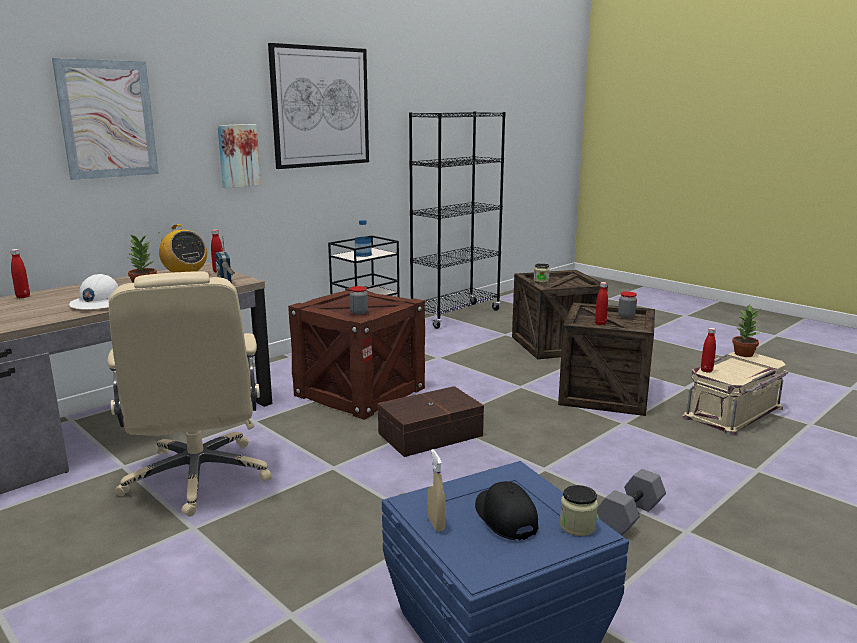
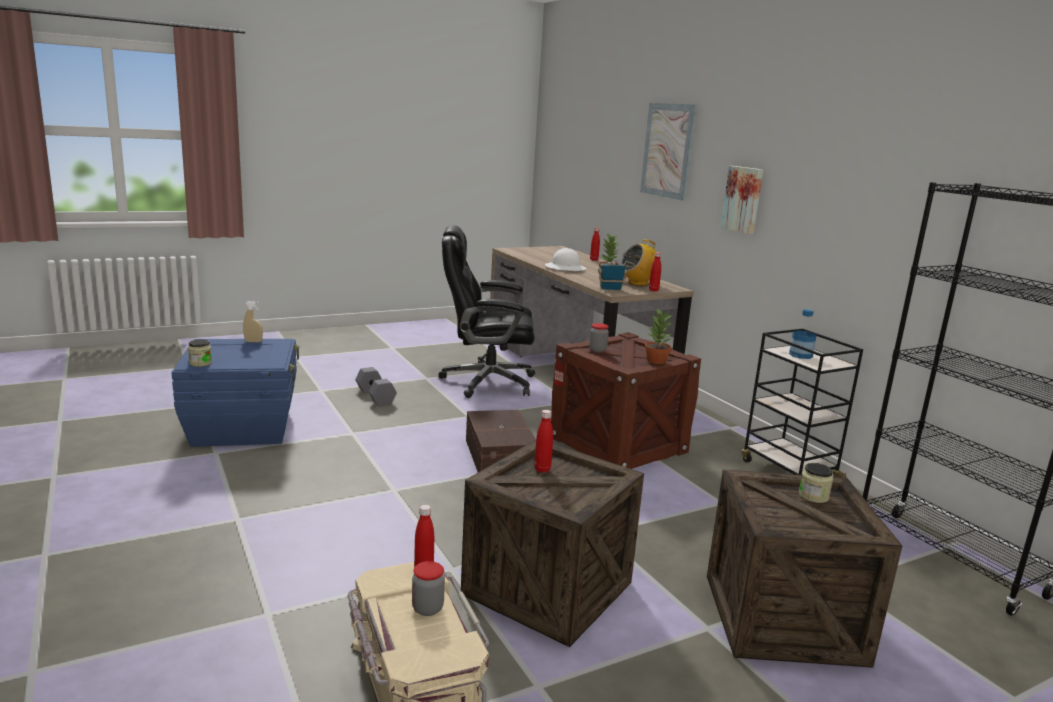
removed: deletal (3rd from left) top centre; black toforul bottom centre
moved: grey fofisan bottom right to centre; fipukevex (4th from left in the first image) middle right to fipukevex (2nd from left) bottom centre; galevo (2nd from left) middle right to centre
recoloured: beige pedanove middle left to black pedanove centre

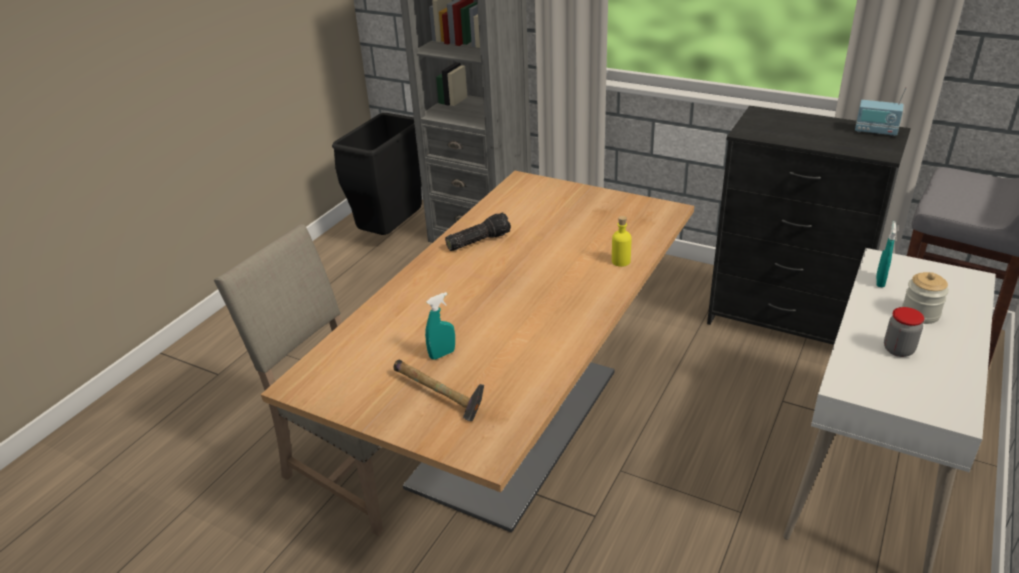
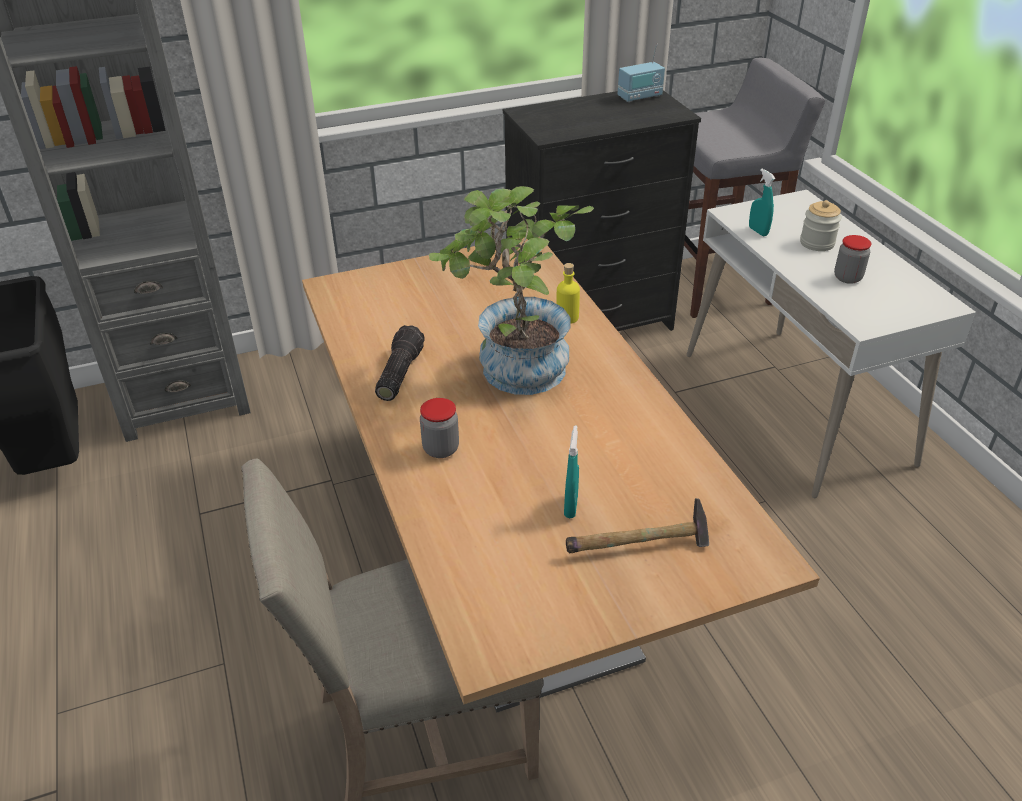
added: fipukevex (1st from left) centre; galevo centre

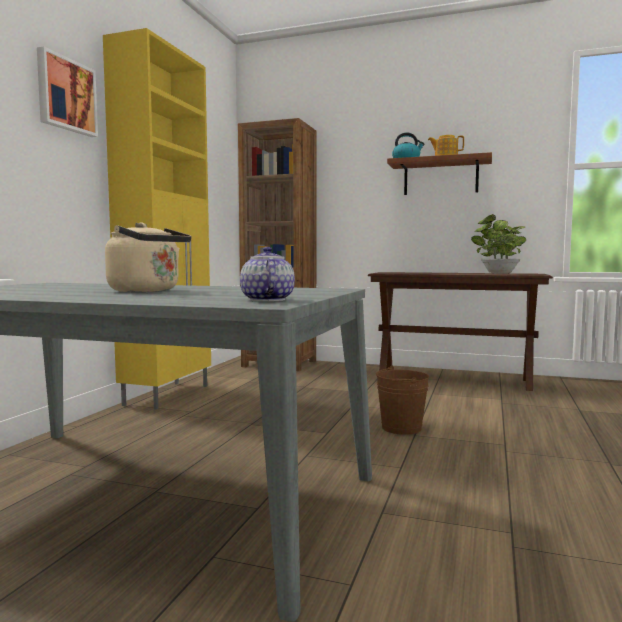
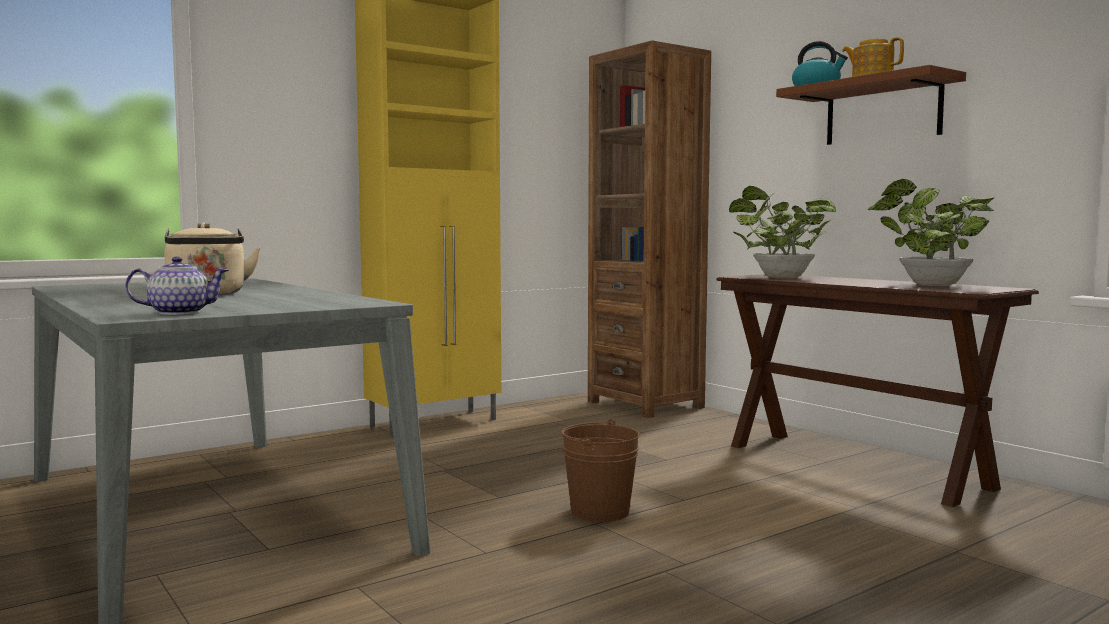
removed: deletal top left
added: galevo (1st from left) middle right
turned: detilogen (1st from left) centre = middle left 45 degrees clockwise

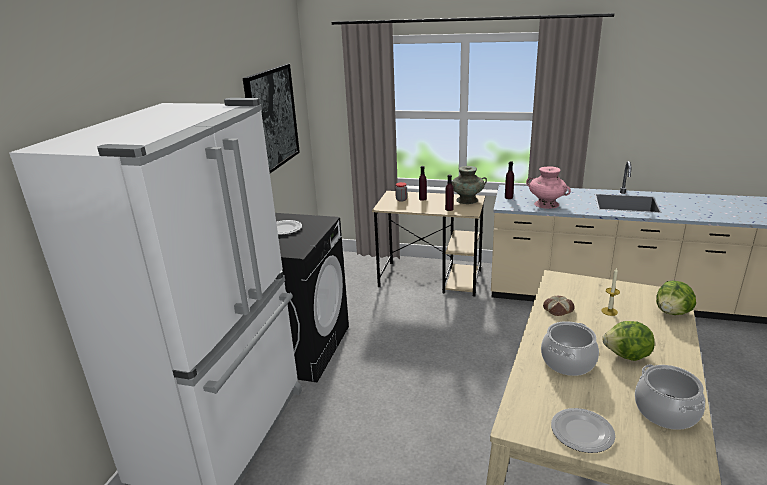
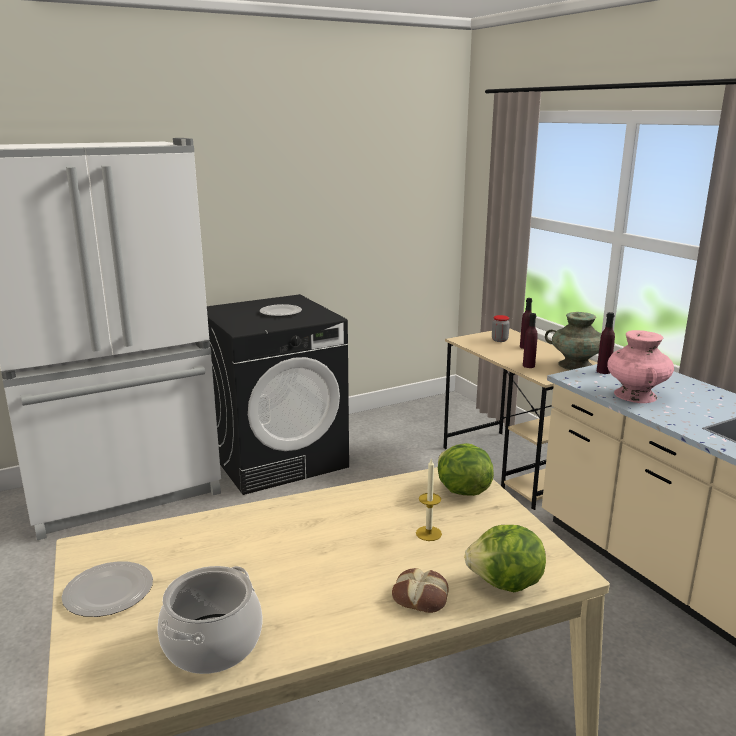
removed: deletal top centre; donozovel (1st from left) bottom right
moved: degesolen middle right to bottom centre; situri (1st from left) bottom right to centre

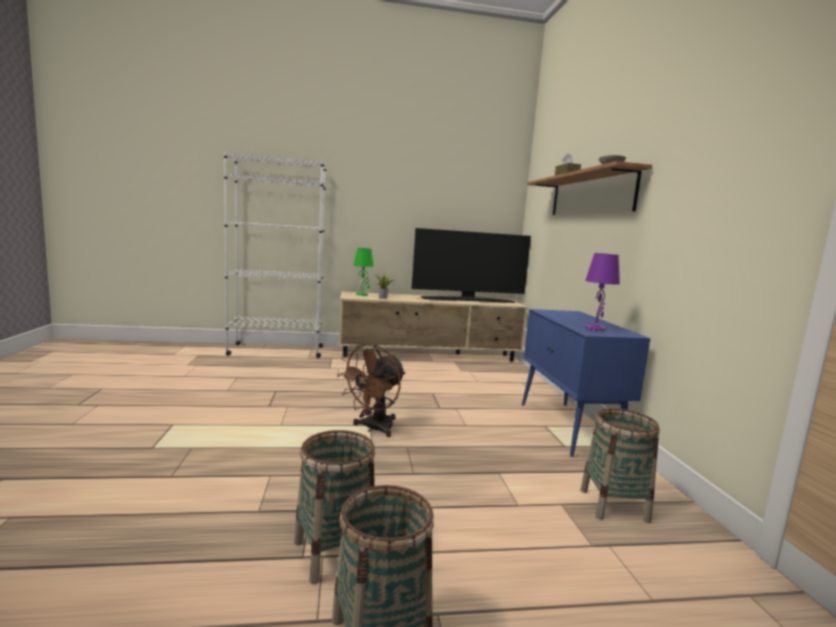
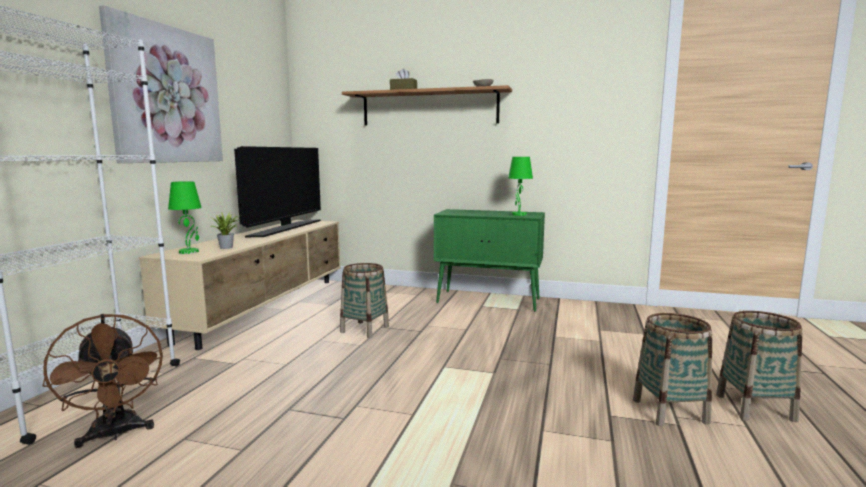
added: deletal top left
moved: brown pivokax centre to bottom left; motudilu (3rd from left in the first image) bottom right to motudilu (1st from left) centre
recoloured: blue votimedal middle right to green votimedal centre; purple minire middle right to green minire (2nd from left) centre

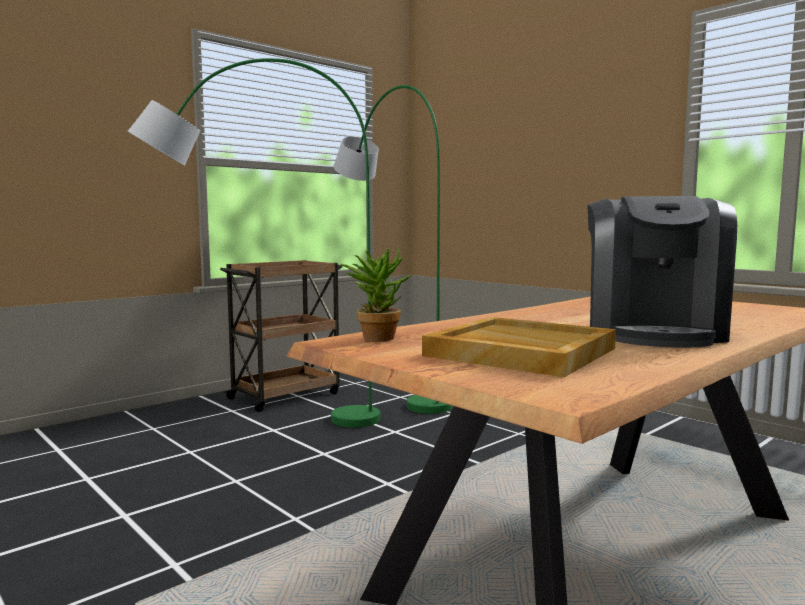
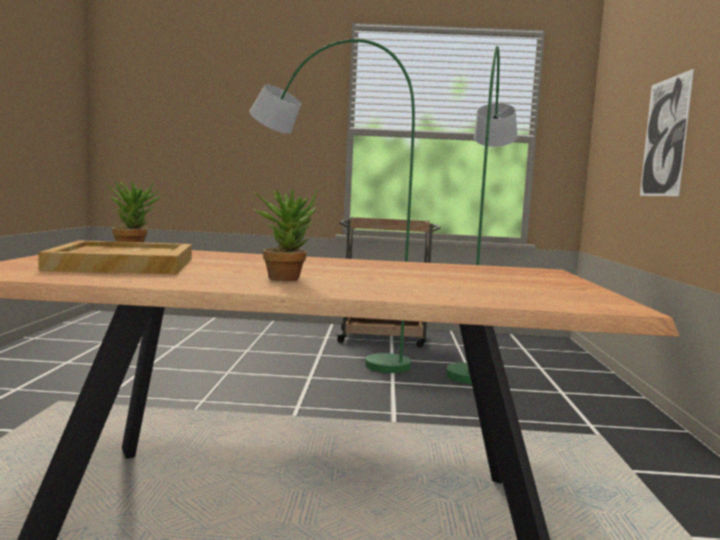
added: deletal top right
replaced: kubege middle right to galevo (2nd from left) centre

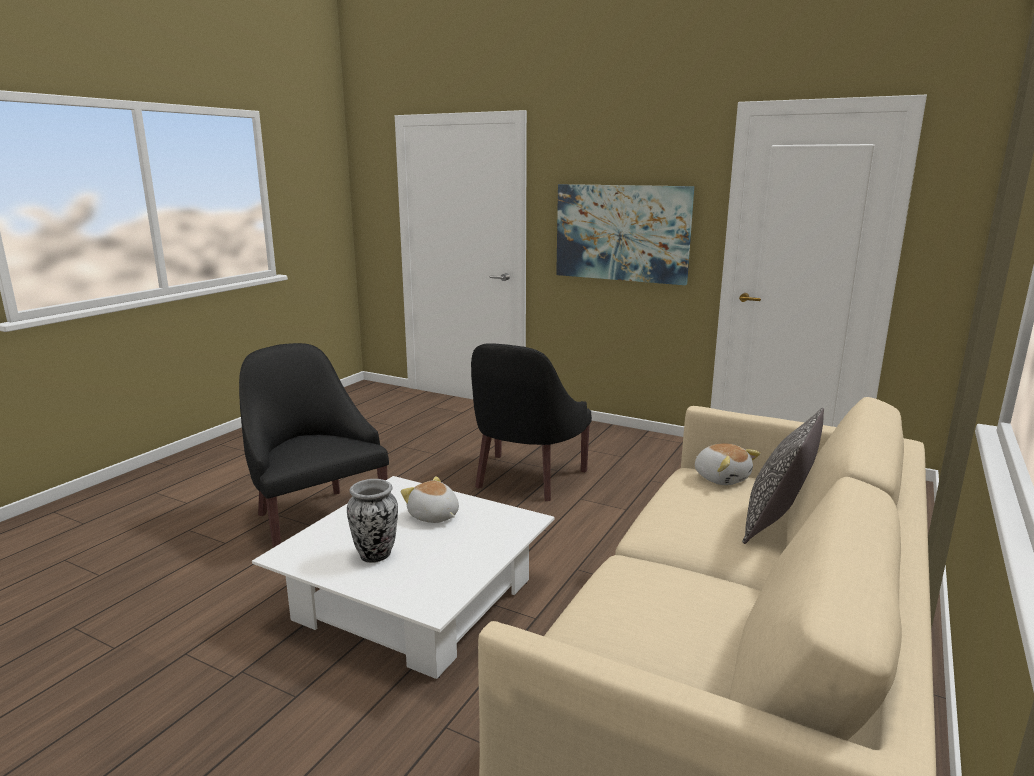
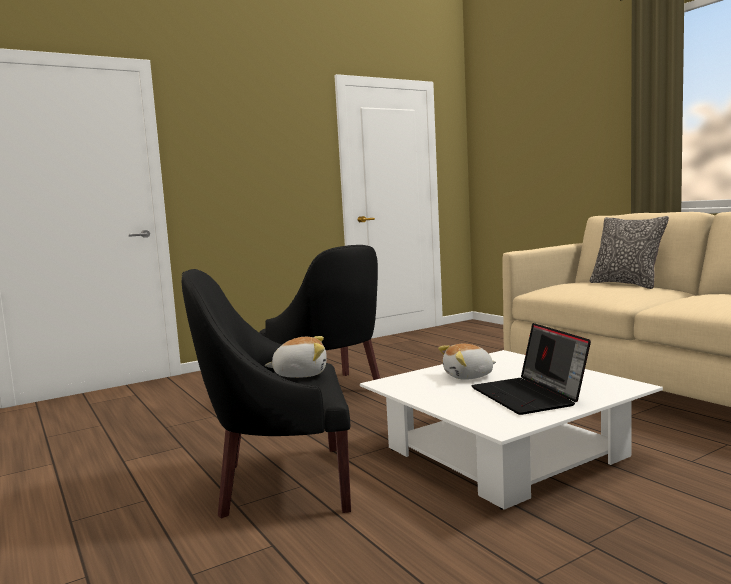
removed: deletal top centre
moved: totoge (2nd from left in the first image) middle right to totoge (1st from left) centre
replaced: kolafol bottom centre to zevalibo middle right

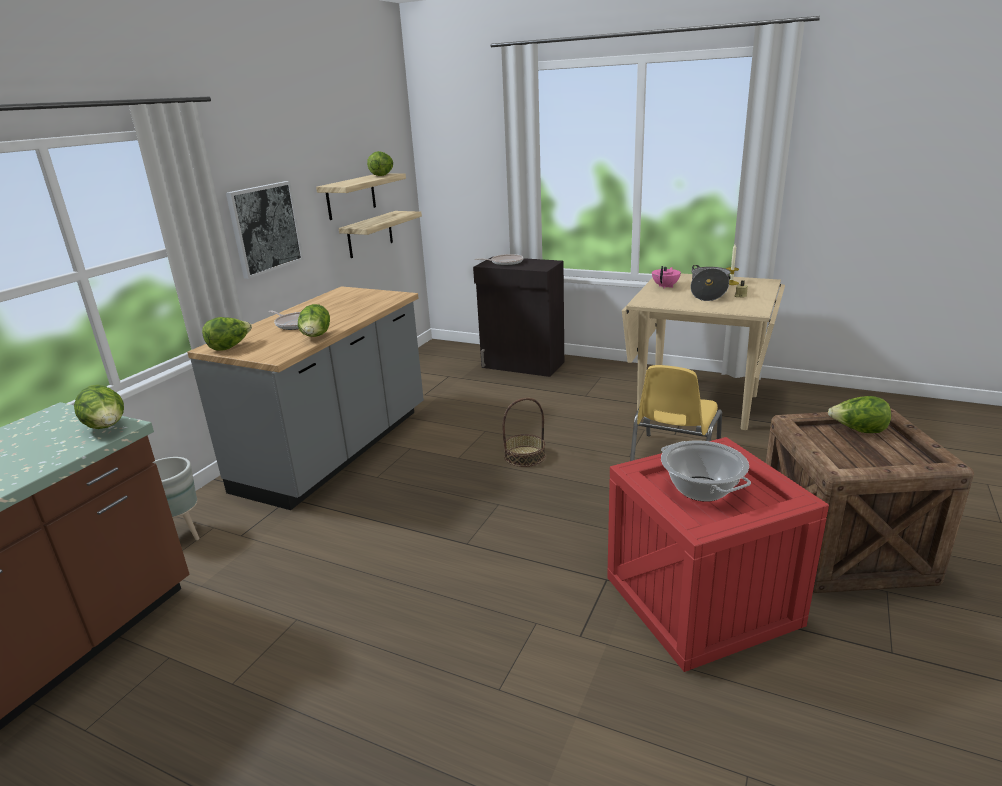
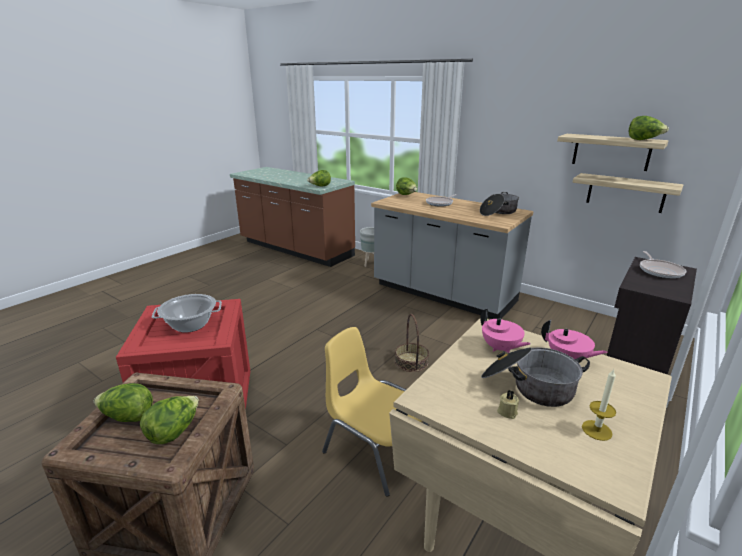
removed: deletal top left
added: donozovel (2nd from left) middle right; pink detilogen (1st from left) middle right
moved: situri (3rd from left in the first image) middle left to situri (1st from left) bottom left

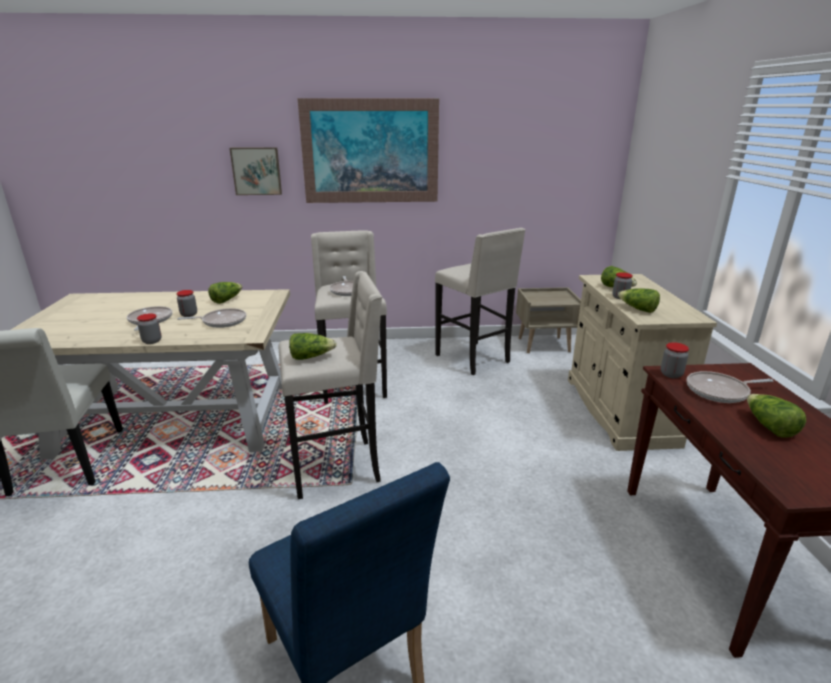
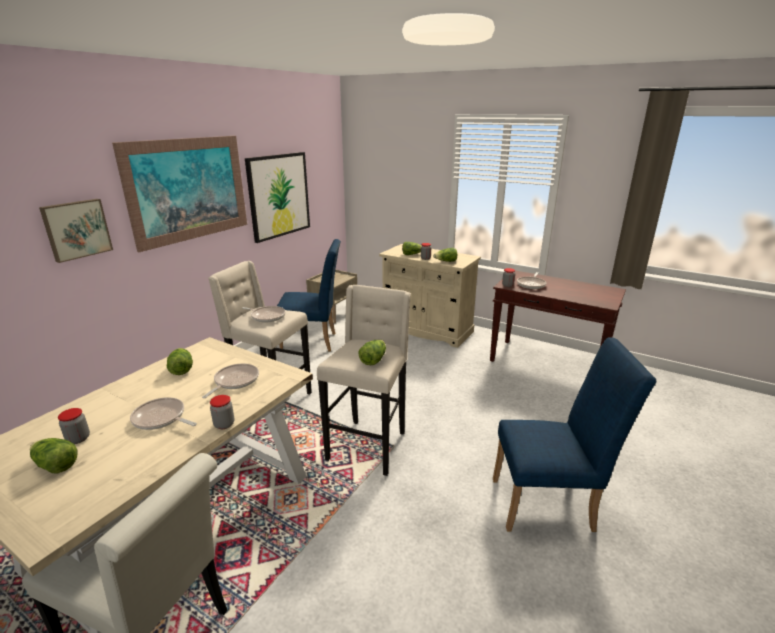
added: deletal (3rd from left) top centre
moved: fipukevex (2nd from left in the first image) middle left to fipukevex (1st from left) bottom left; situri (5th from left in the first image) middle right to situri (1st from left) bottom left
replaced: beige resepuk (3rd from left) centre to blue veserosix (1st from left) centre

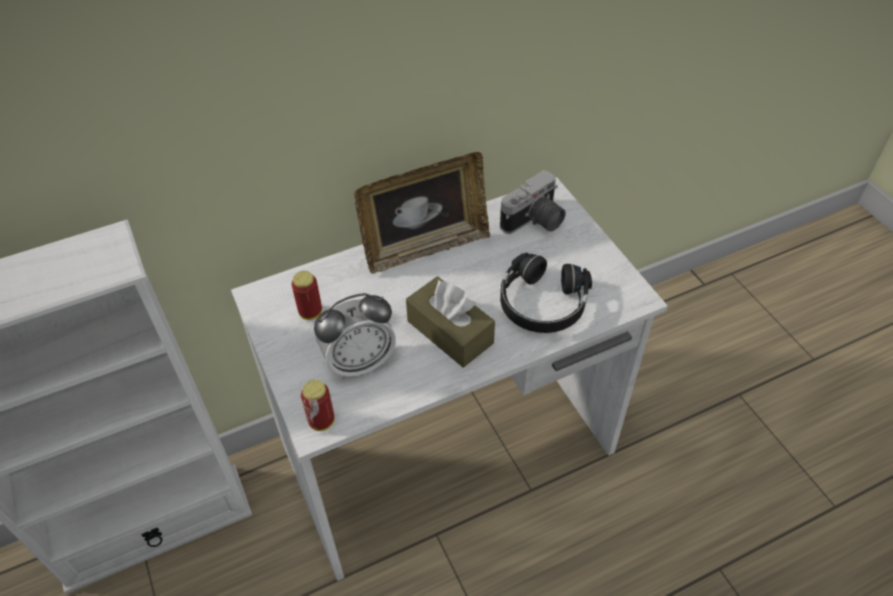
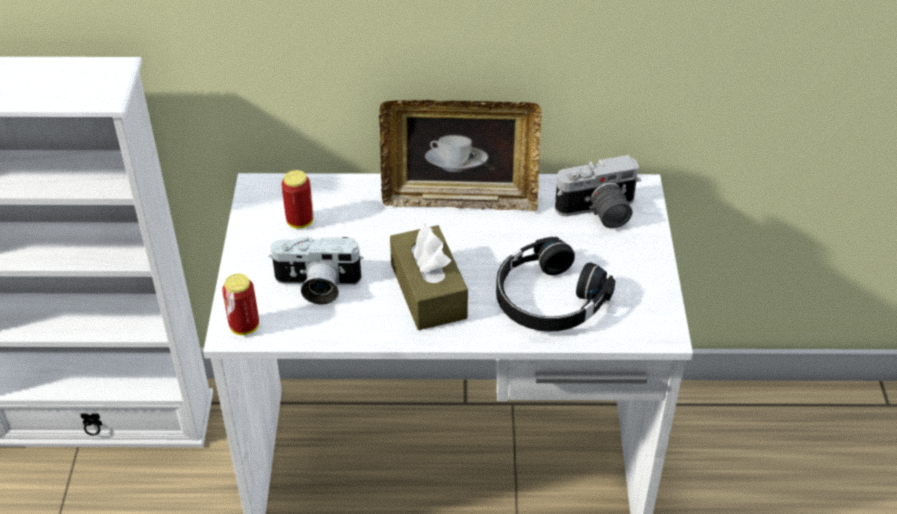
replaced: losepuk centre to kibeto (1st from left) centre

